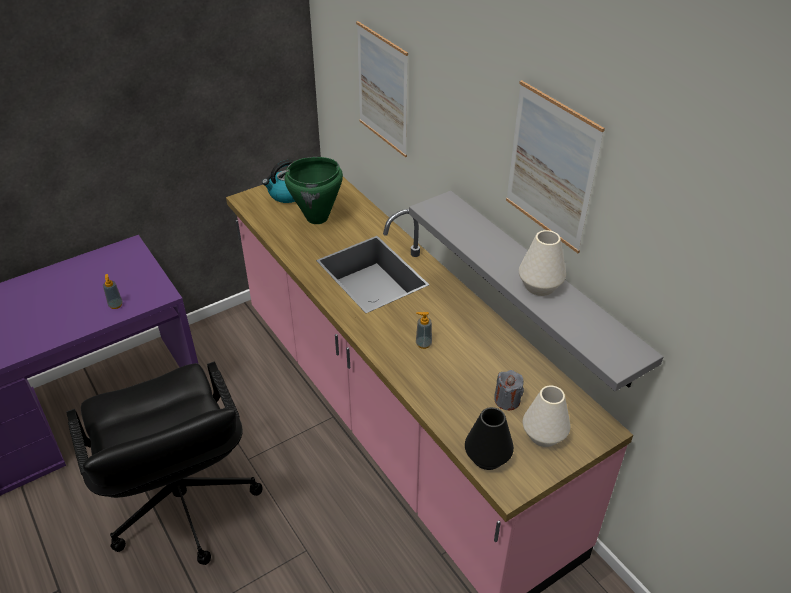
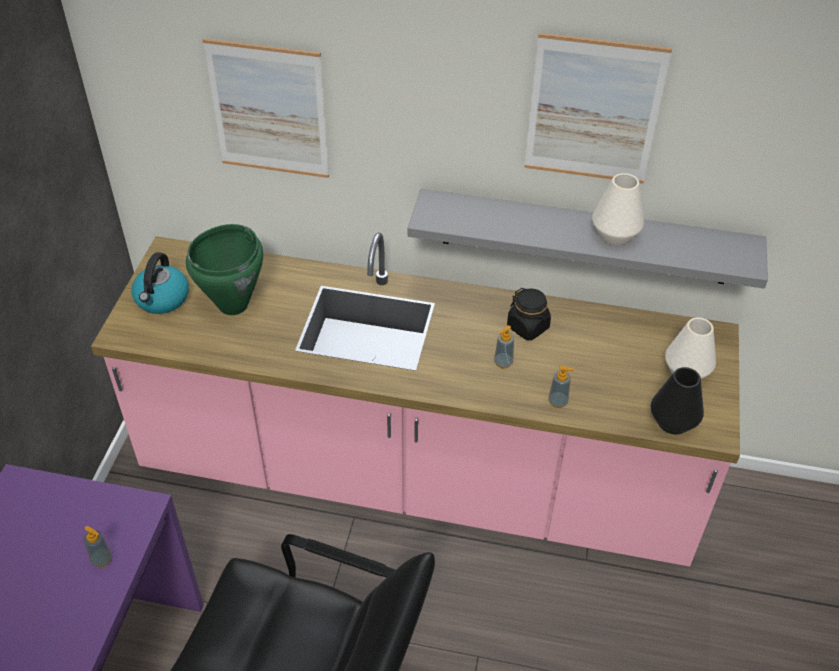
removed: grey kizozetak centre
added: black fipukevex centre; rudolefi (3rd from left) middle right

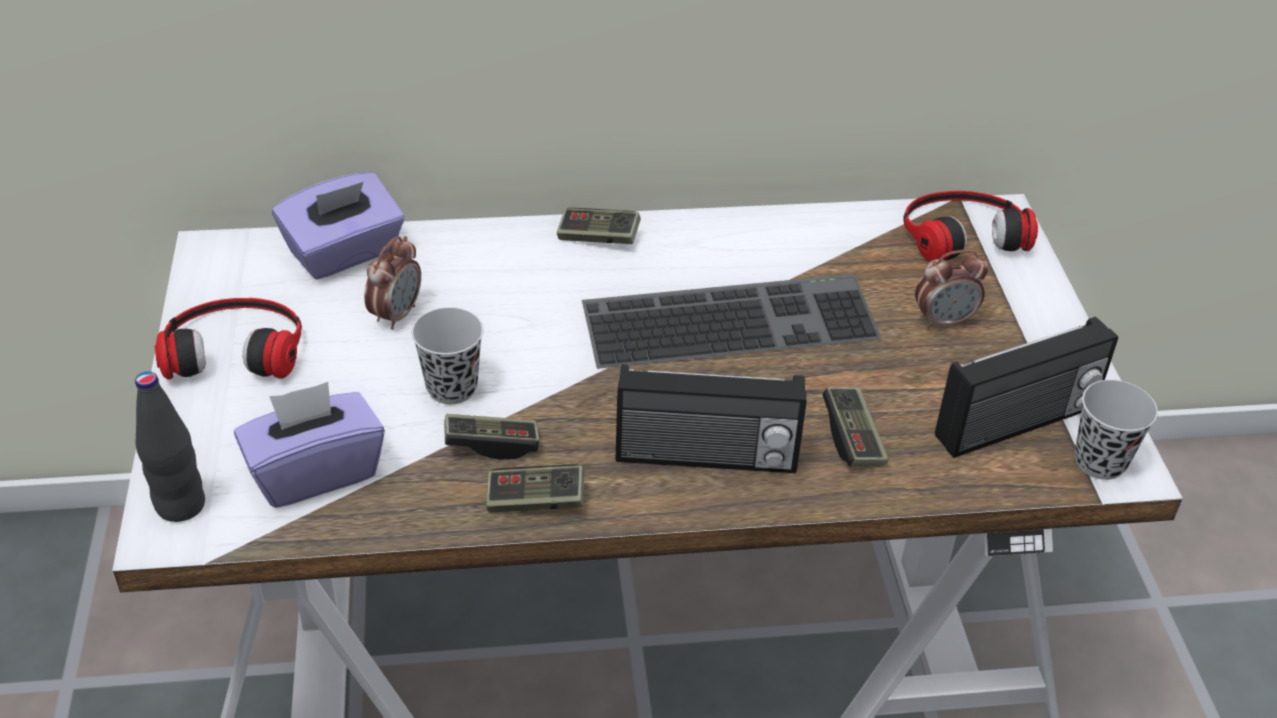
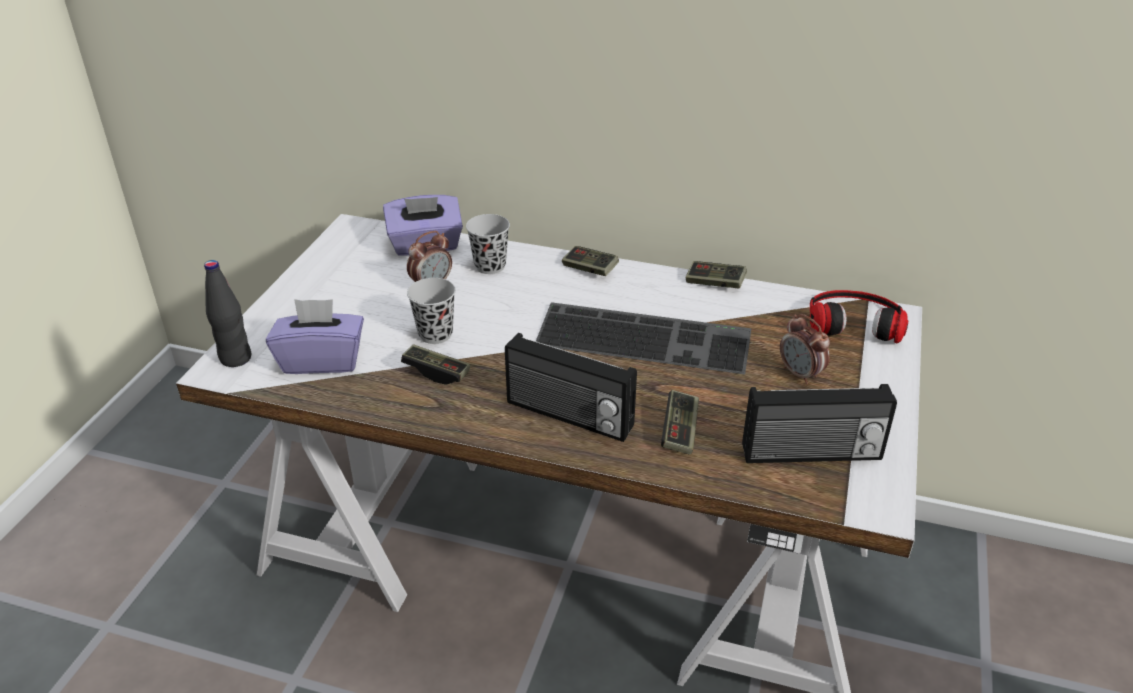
removed: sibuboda (1st from left) middle left
moved: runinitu (2nd from left in the first image) bottom centre to runinitu (4th from left) centre; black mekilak (2nd from left) middle right to centre
turned: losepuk (2nd from left) middle right = middle right 45 degrees clockwise

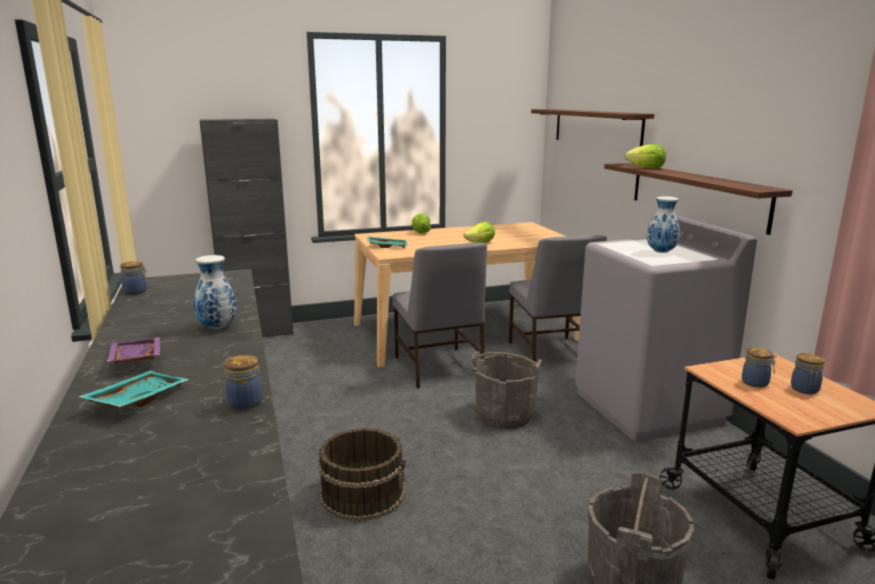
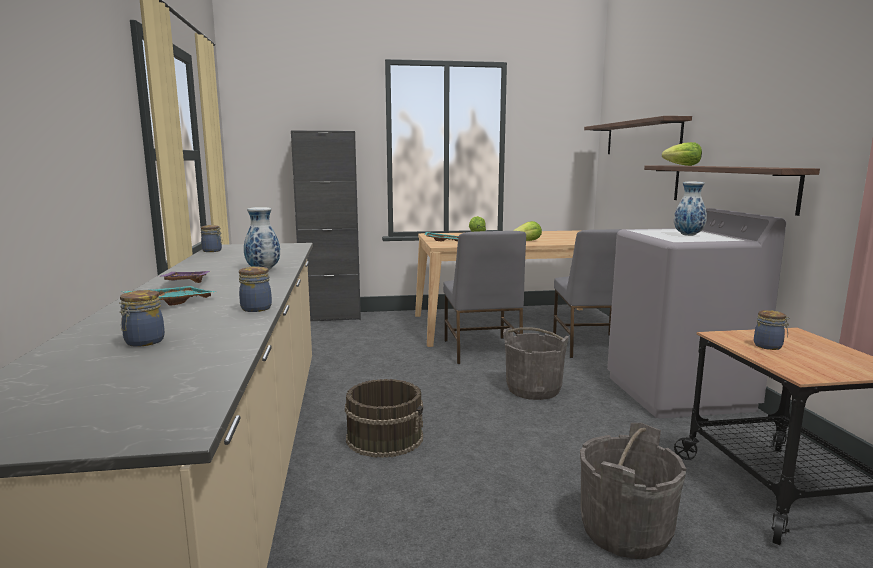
moved: fipukevex (4th from left in the first image) middle right to fipukevex (1st from left) middle left

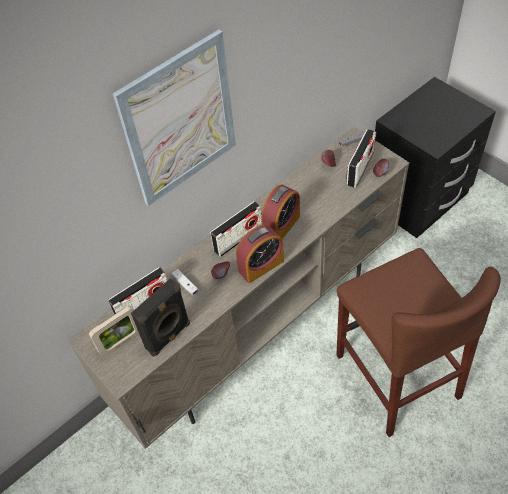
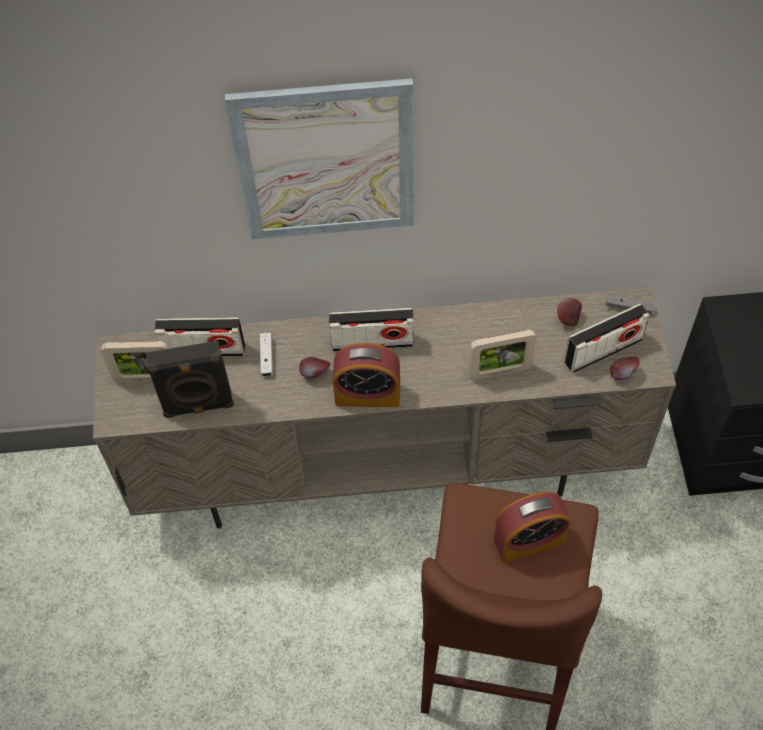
added: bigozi (2nd from left) centre
moved: losepuk (2nd from left) centre to bottom right

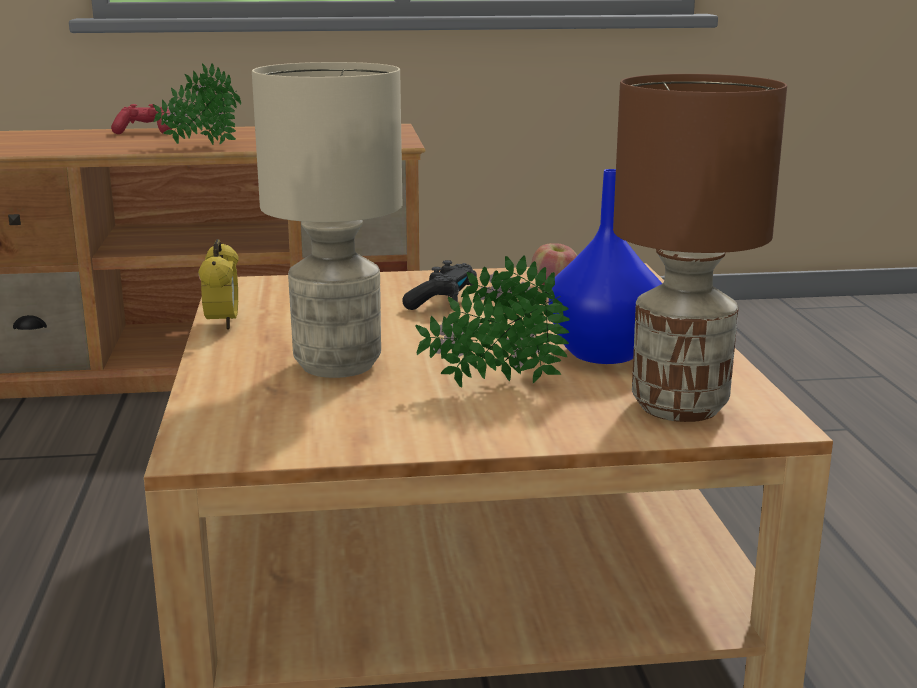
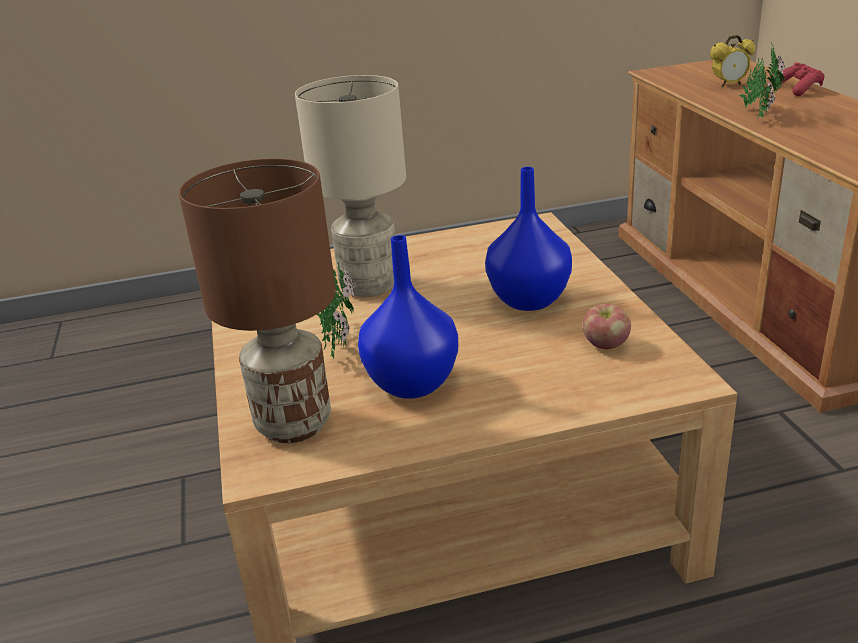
moved: losepuk middle left to top right
replaced: black runinitu centre to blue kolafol (2nd from left) centre

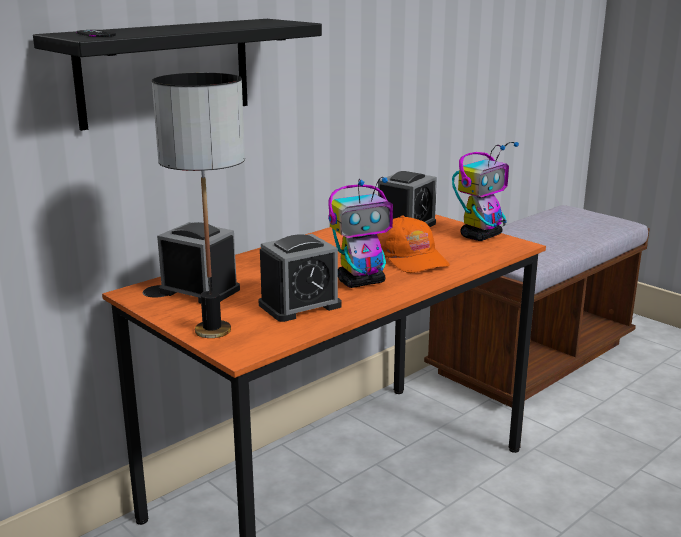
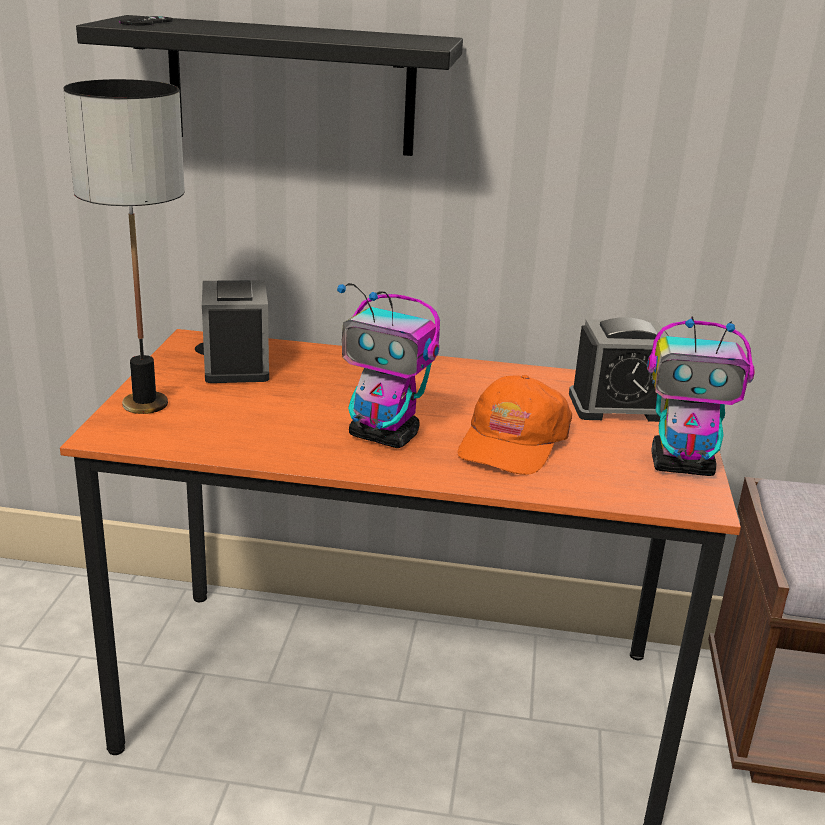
removed: losepuk (2nd from left) centre

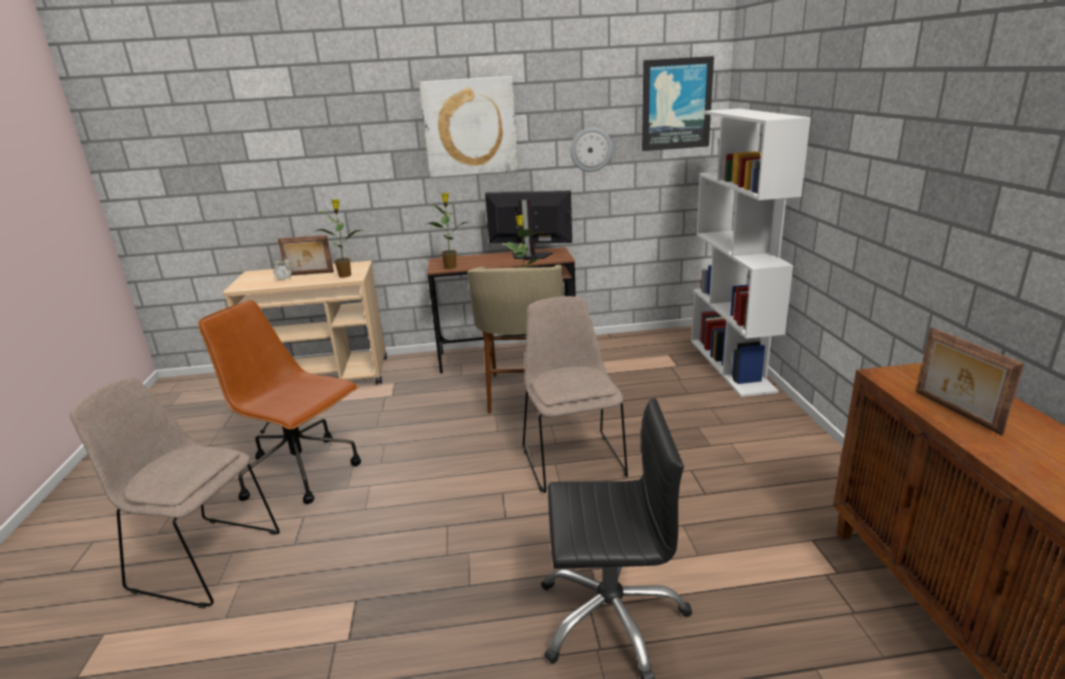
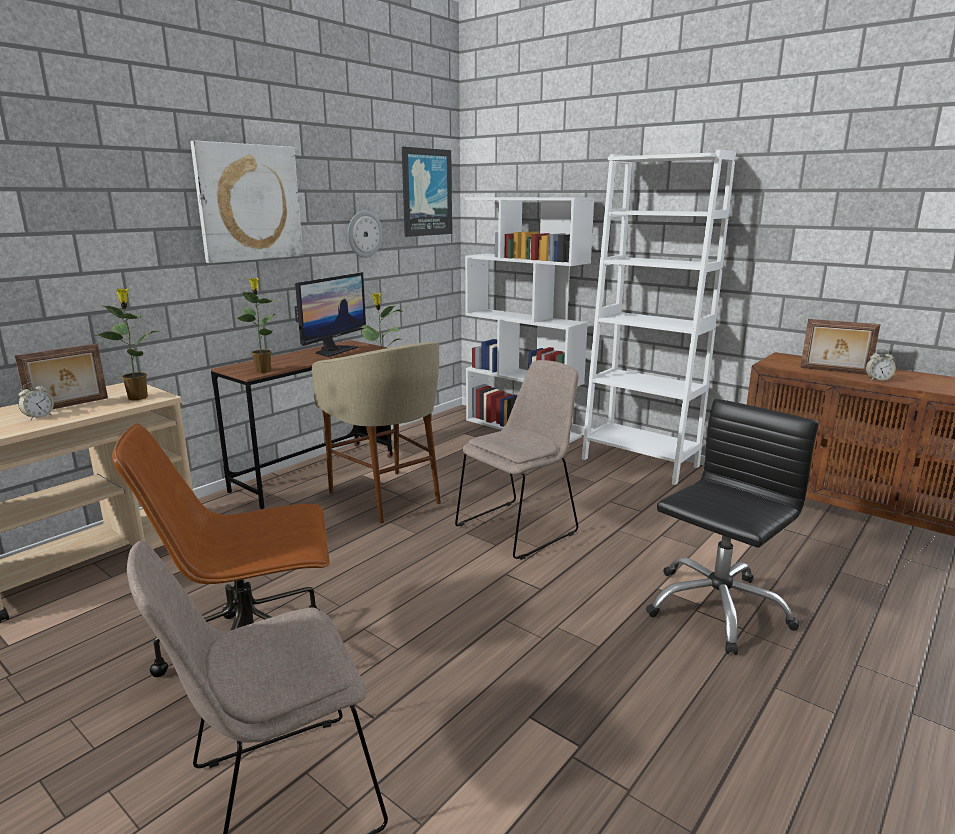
added: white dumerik (2nd from left) middle right; losepuk (2nd from left) middle right
turned: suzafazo top centre = centre 150 degrees clockwise; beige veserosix (2nd from left) centre = centre 105 degrees clockwise

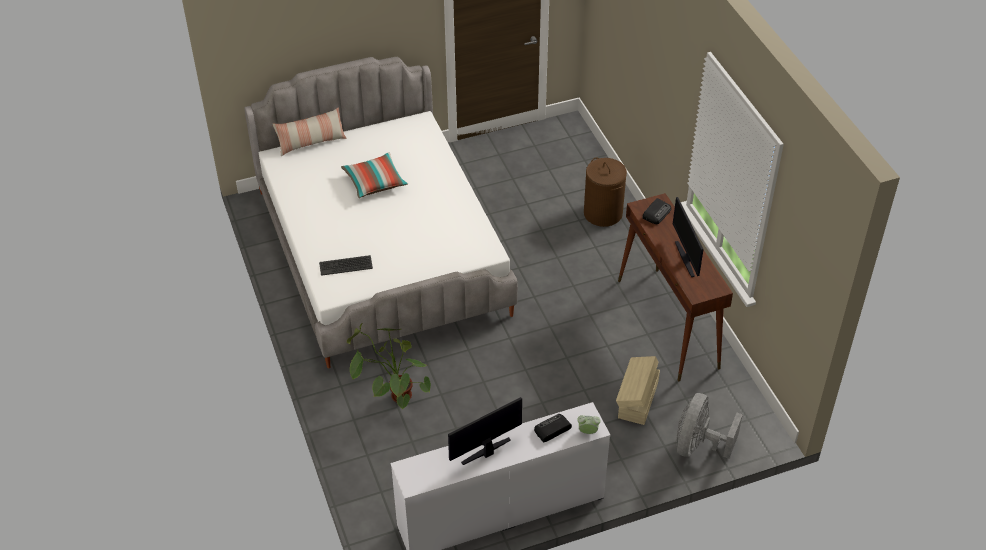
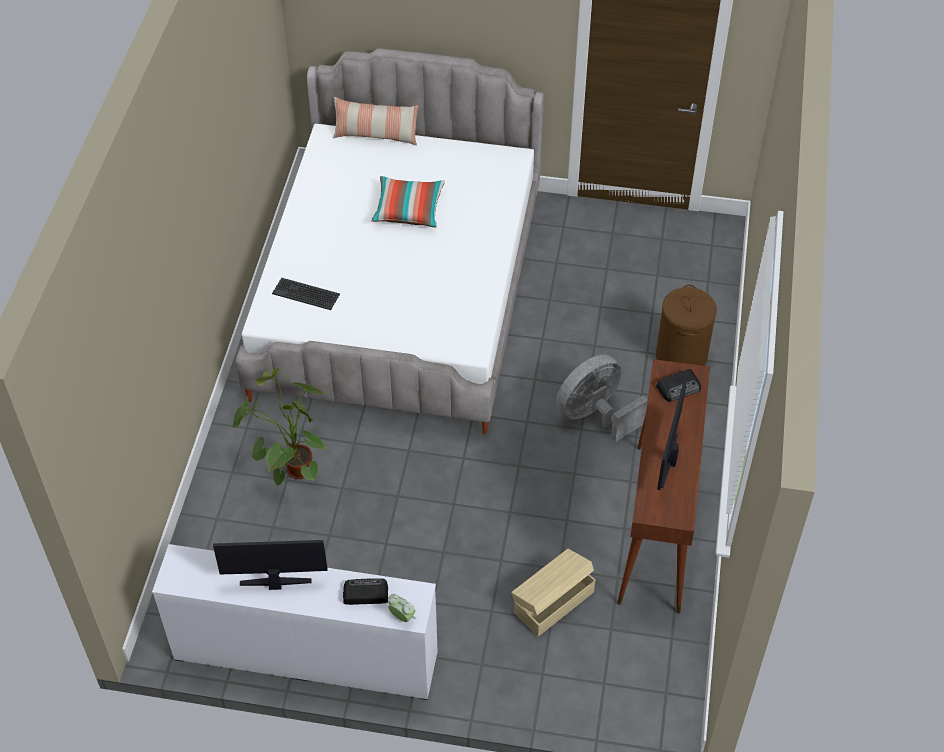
moved: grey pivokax bottom right to centre

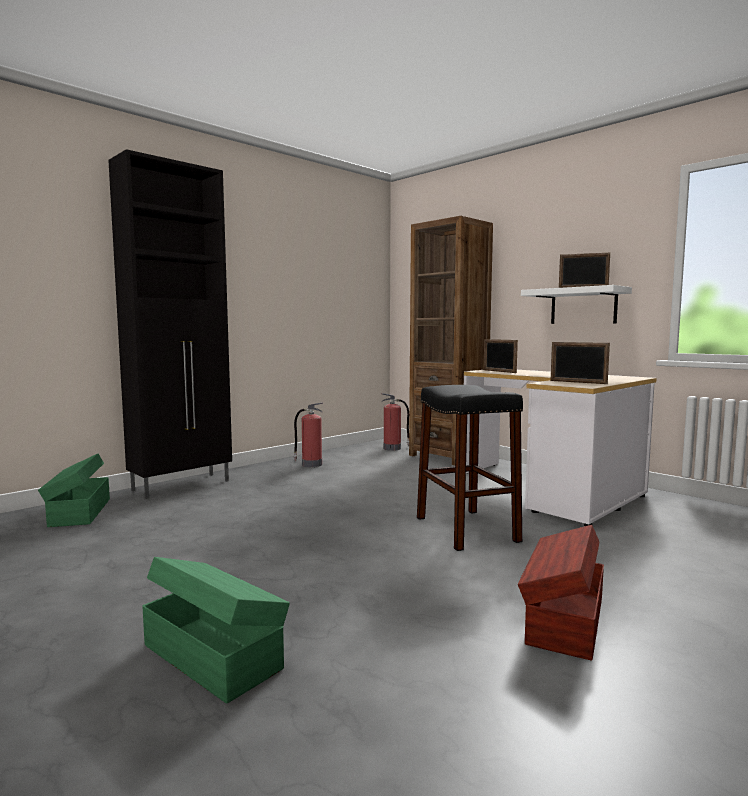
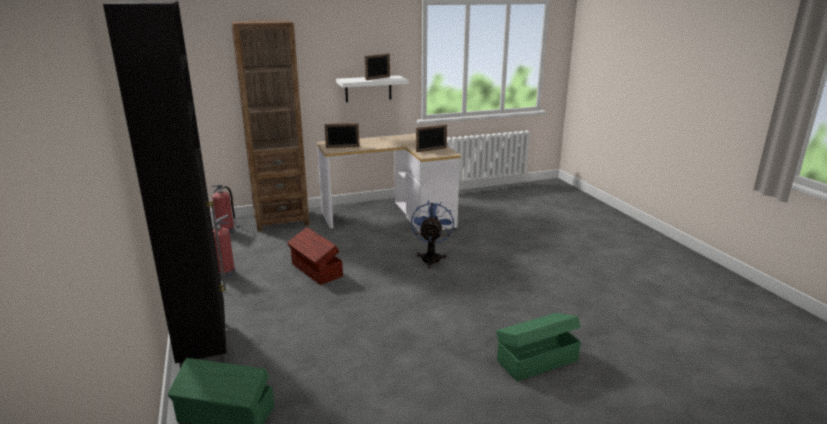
moved: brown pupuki bottom right to centre
replaced: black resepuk centre to blue pivokax centre

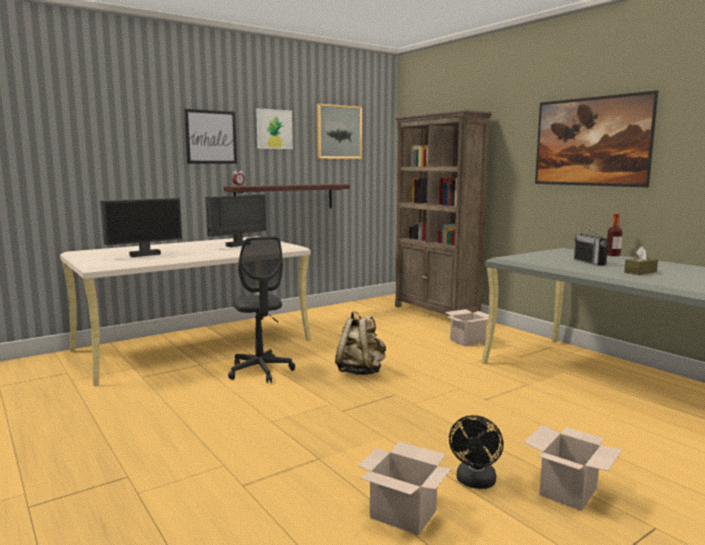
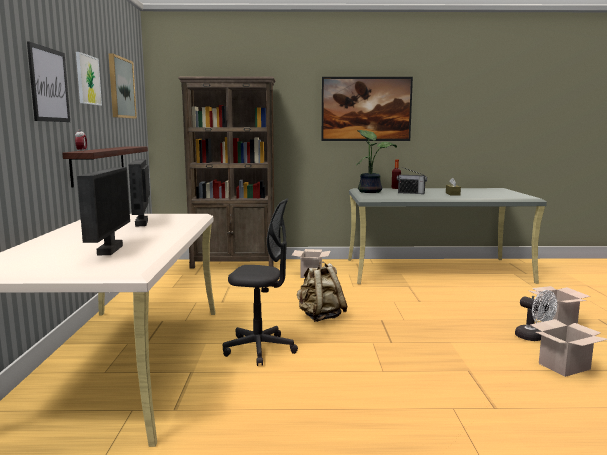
added: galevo centre
recoloured: black pivokax bottom right to white pivokax bottom right

